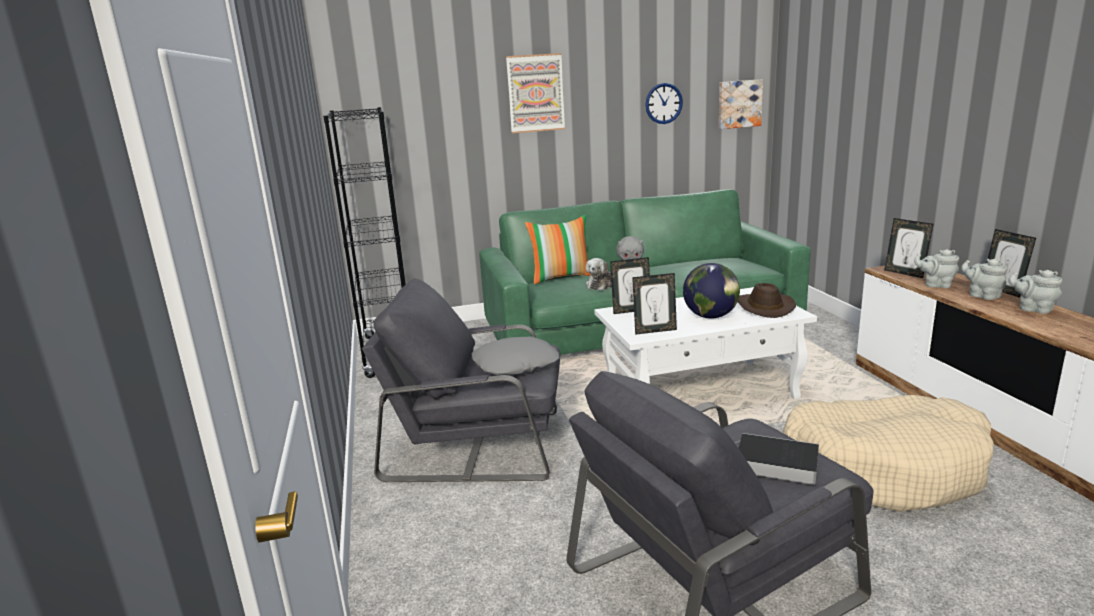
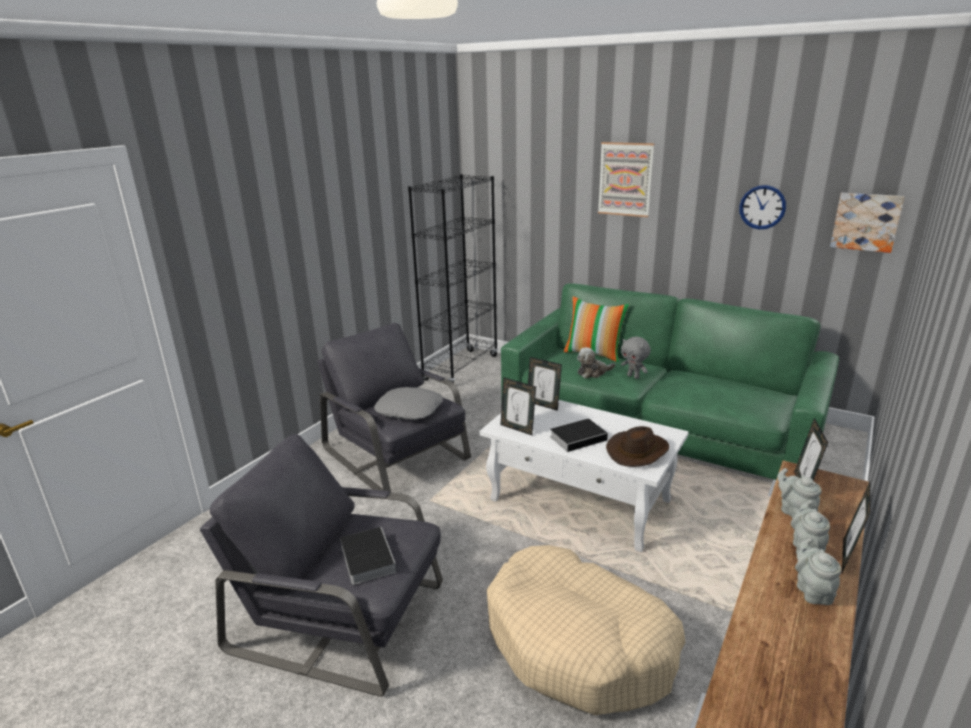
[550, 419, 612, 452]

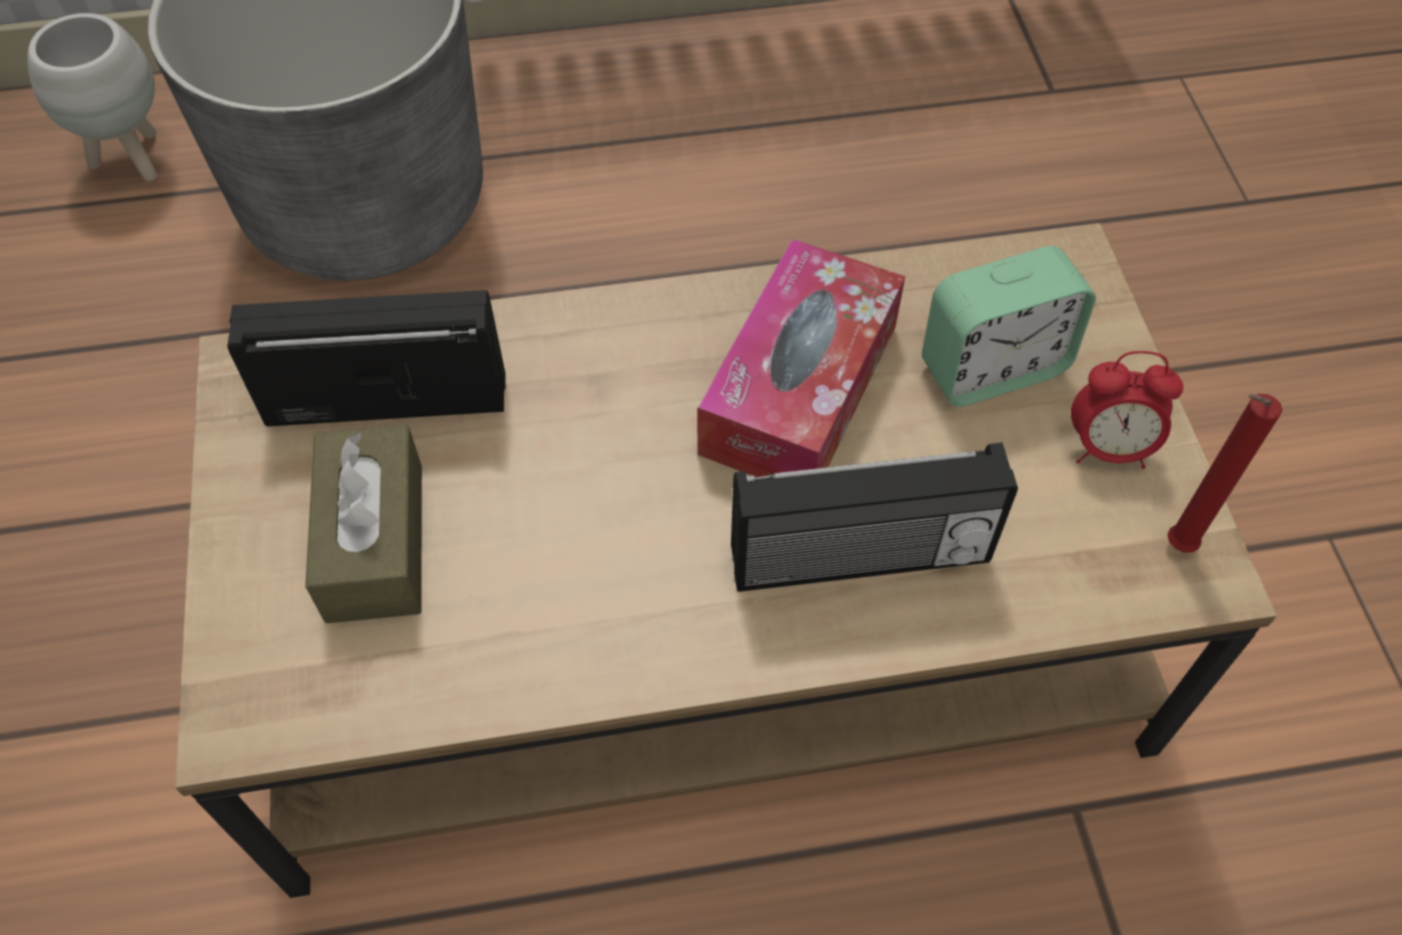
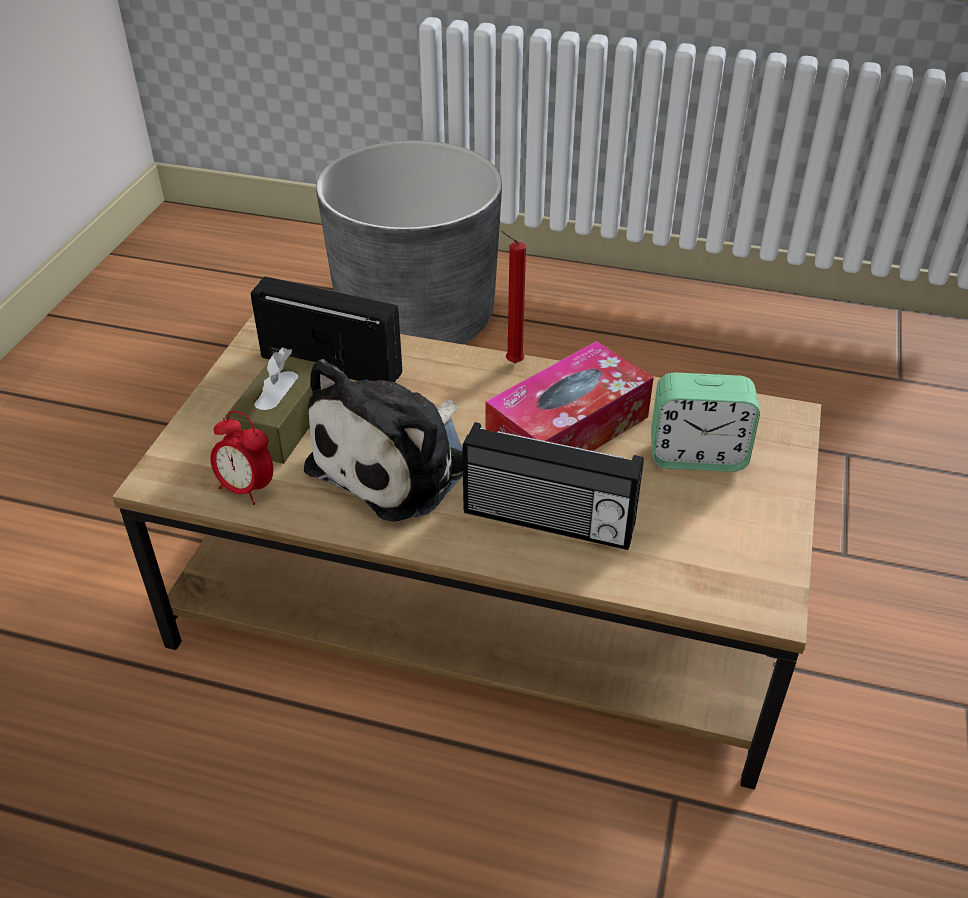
[27, 13, 157, 182] (first image)
[210, 410, 273, 505]
[501, 230, 526, 363]
[304, 359, 463, 522]

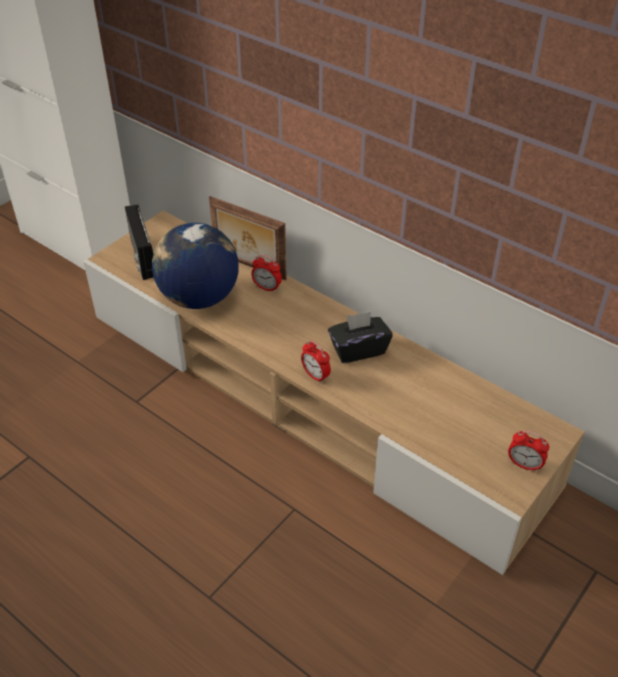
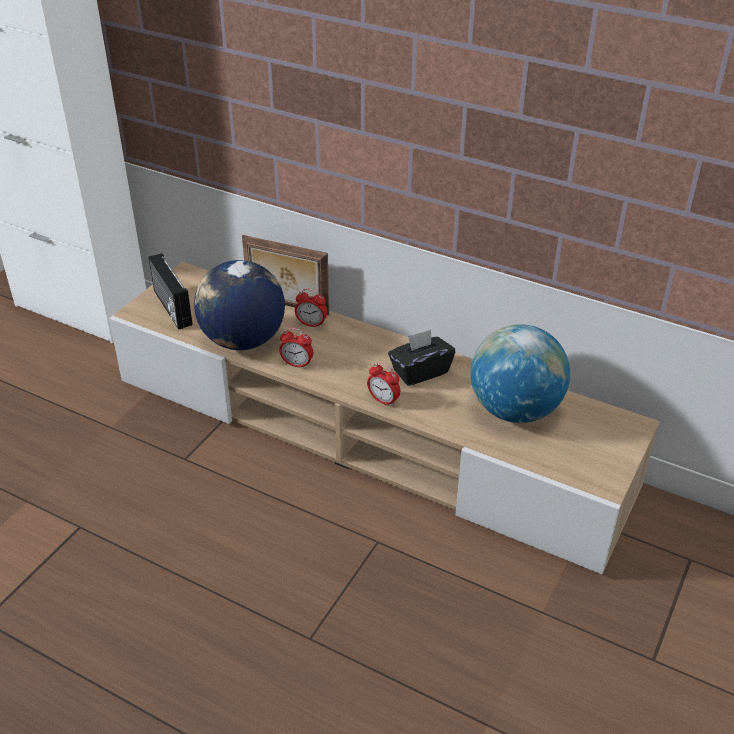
[279, 328, 313, 368]
[471, 324, 570, 423]

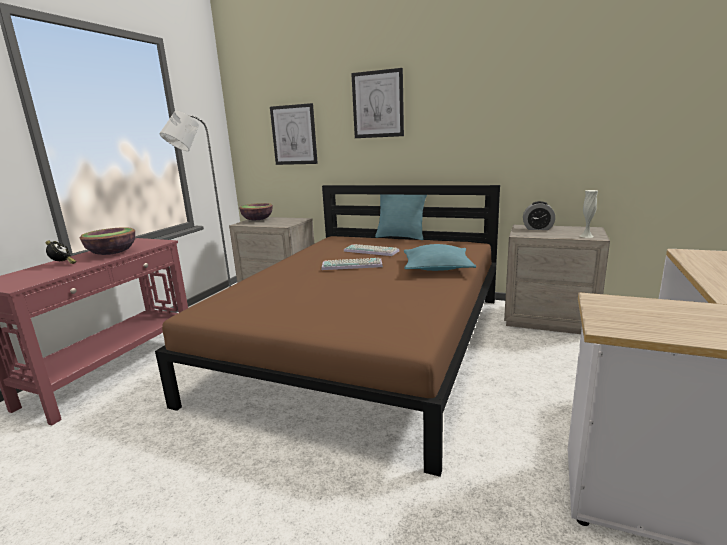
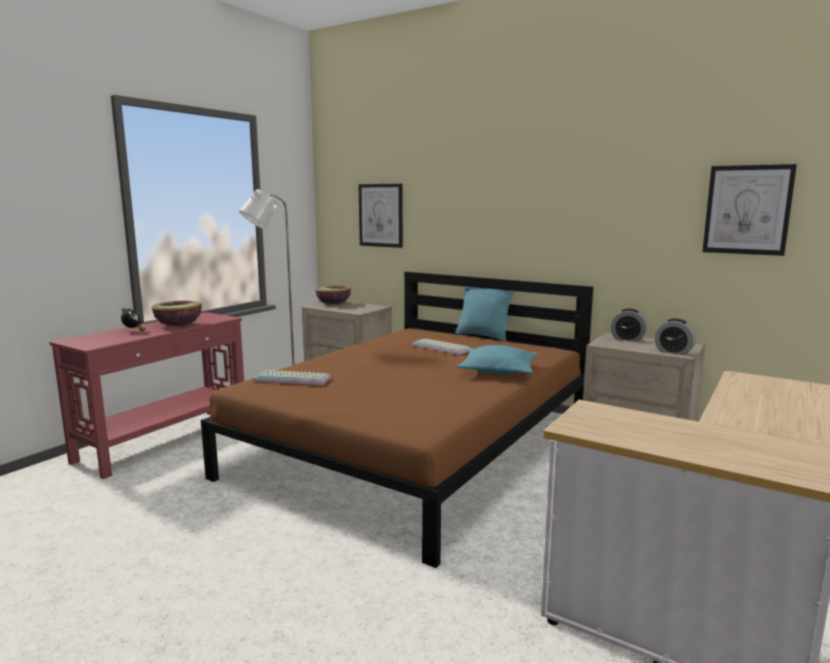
[702, 164, 797, 256]
[654, 318, 696, 355]
[254, 370, 331, 385]

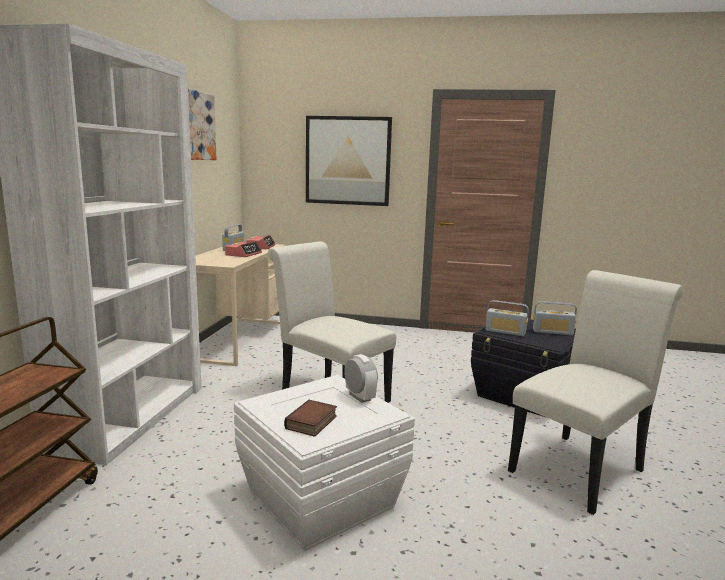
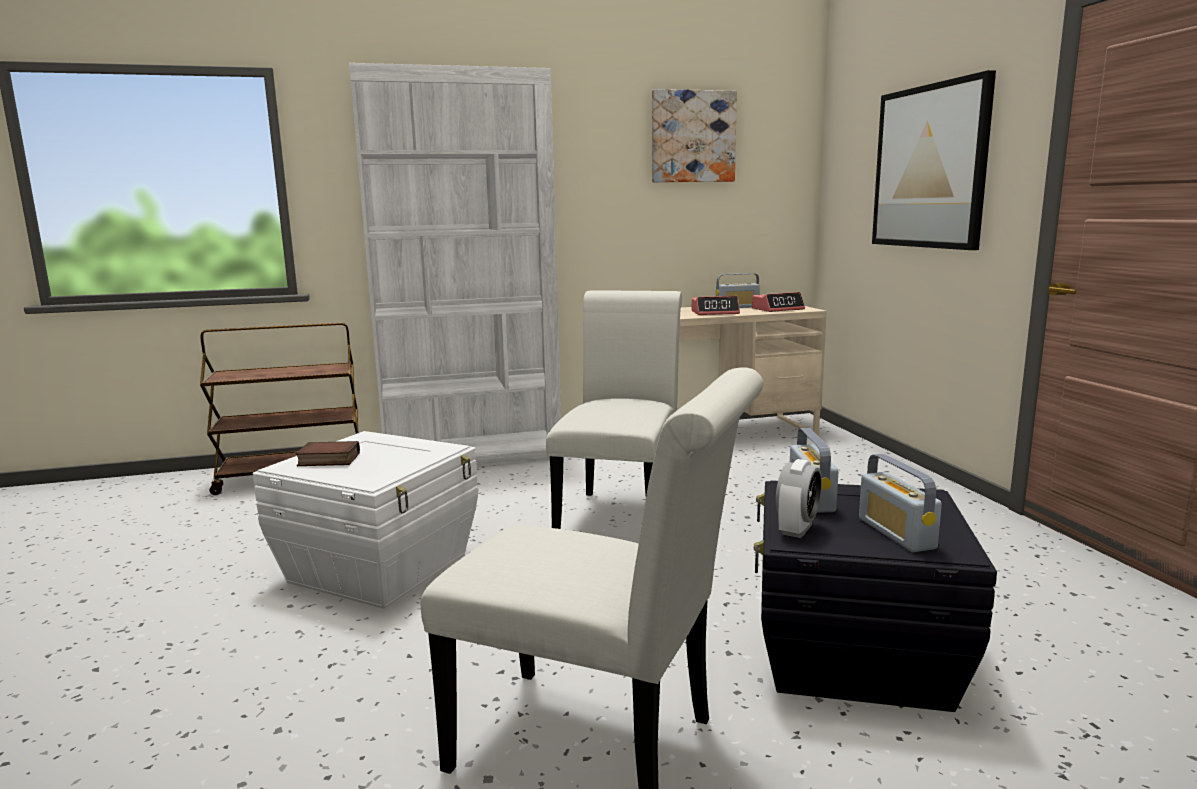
[776, 459, 822, 538]

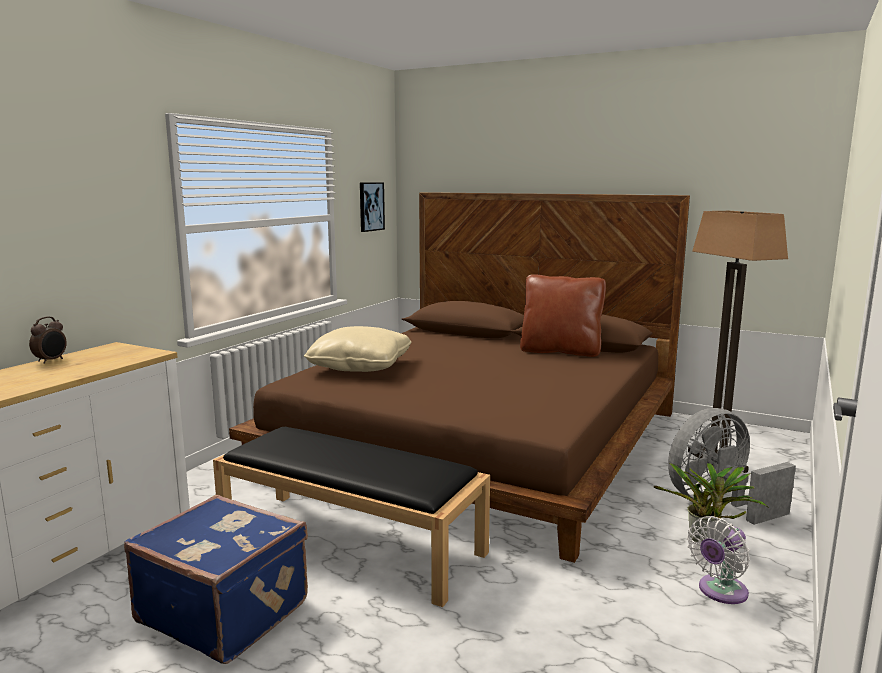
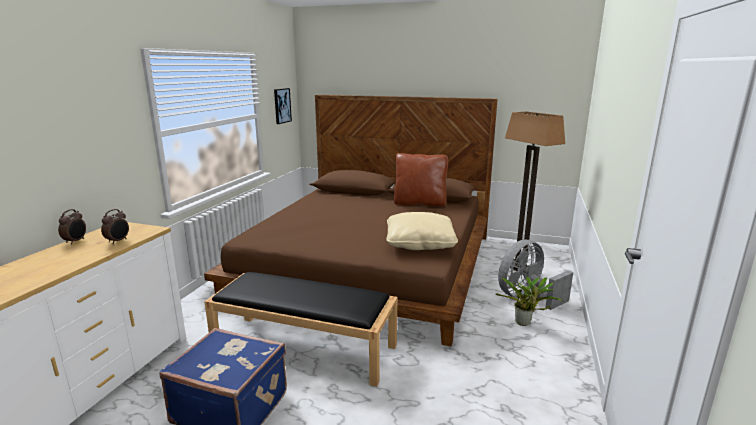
[386, 212, 458, 250]
[687, 516, 750, 604] (first image)
[101, 209, 129, 244]

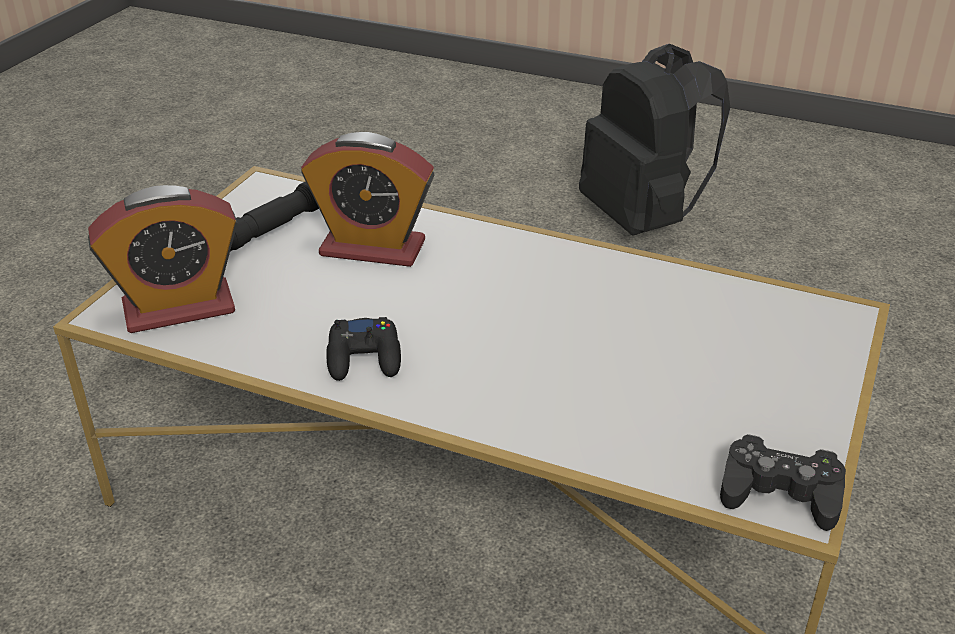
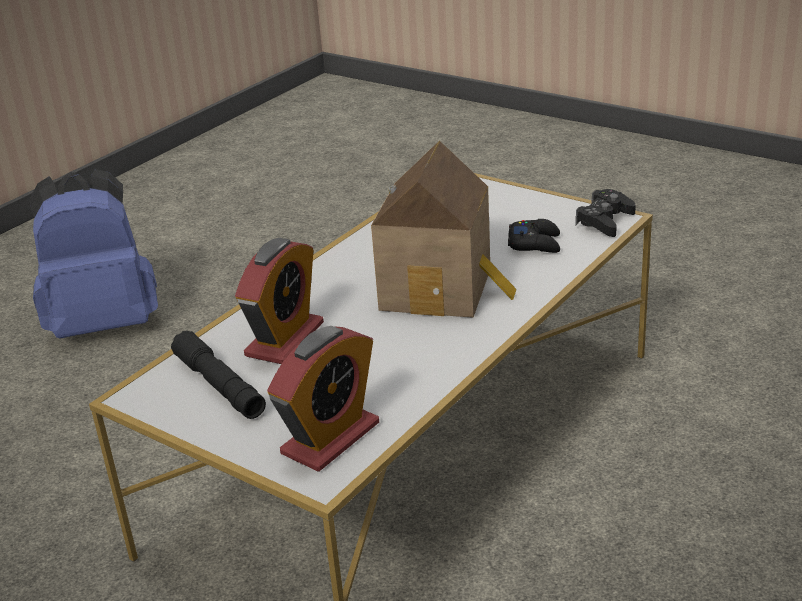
[29, 169, 158, 338]
[267, 326, 379, 472]
[508, 219, 560, 253]
[371, 140, 517, 318]

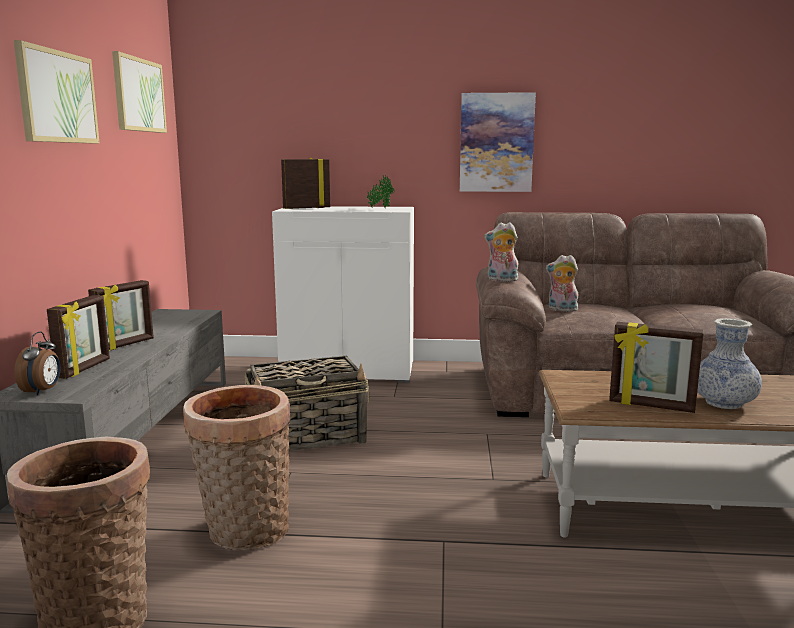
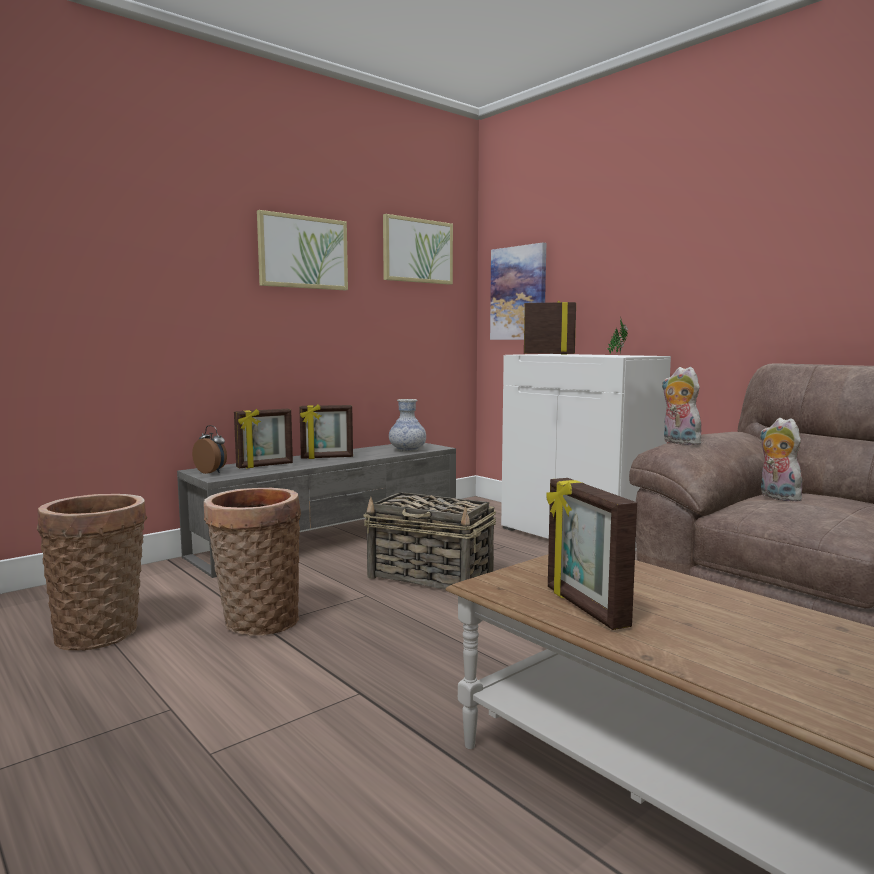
[490, 242, 546, 340]
[389, 399, 426, 452]
[192, 425, 227, 474]

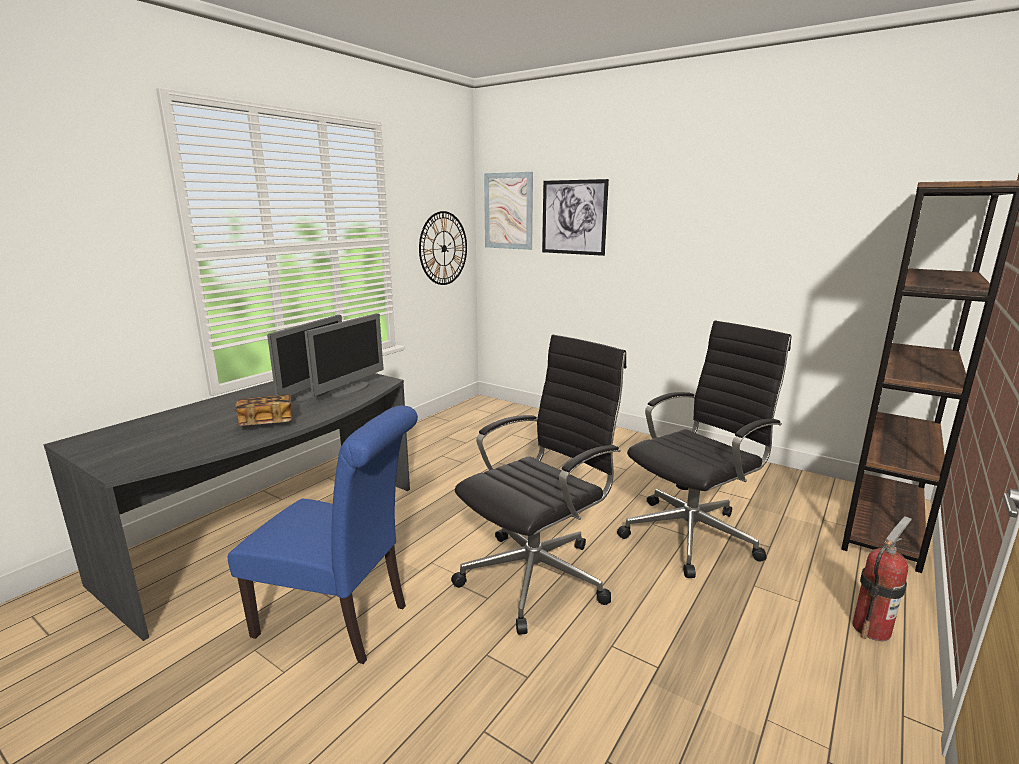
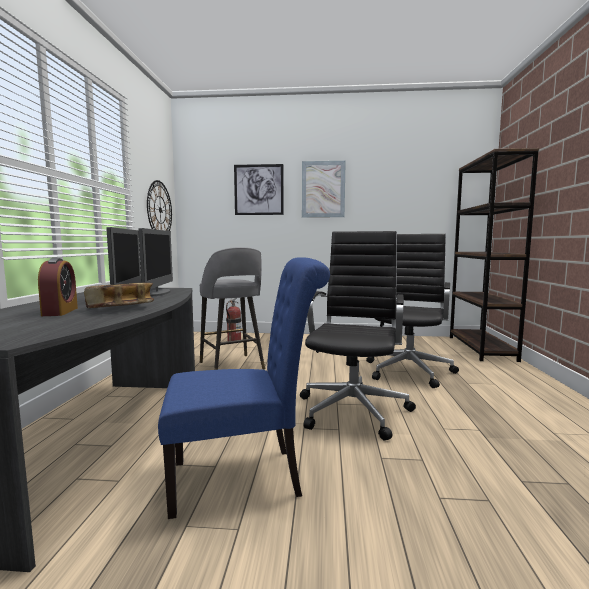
[302, 161, 346, 218]
[226, 298, 241, 341]
[200, 247, 265, 370]
[38, 258, 78, 316]

